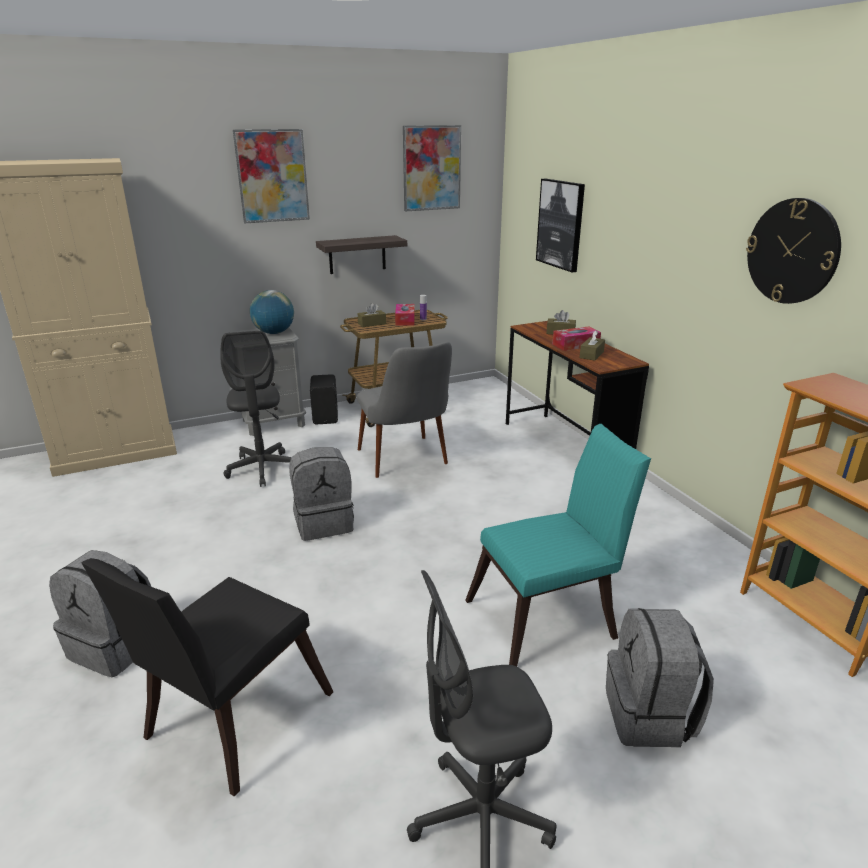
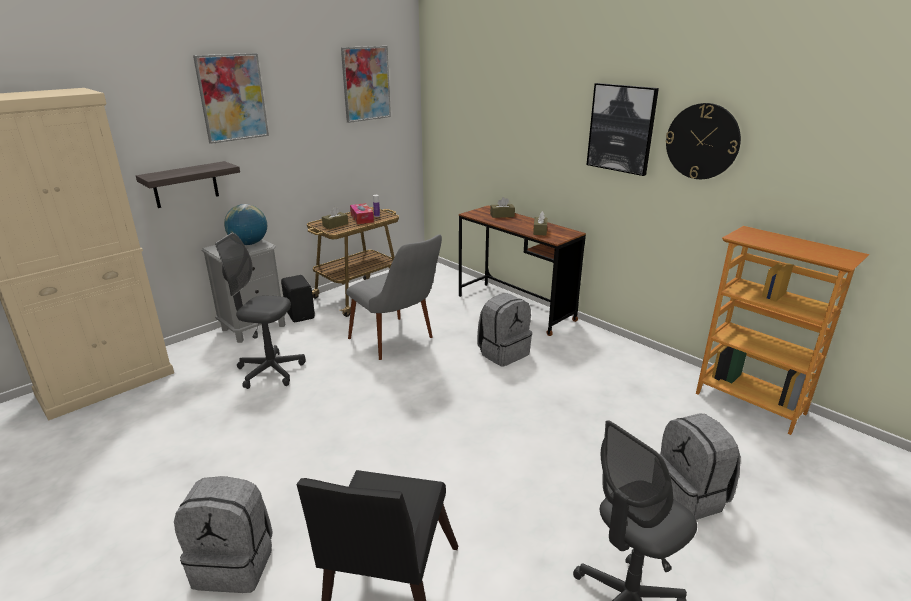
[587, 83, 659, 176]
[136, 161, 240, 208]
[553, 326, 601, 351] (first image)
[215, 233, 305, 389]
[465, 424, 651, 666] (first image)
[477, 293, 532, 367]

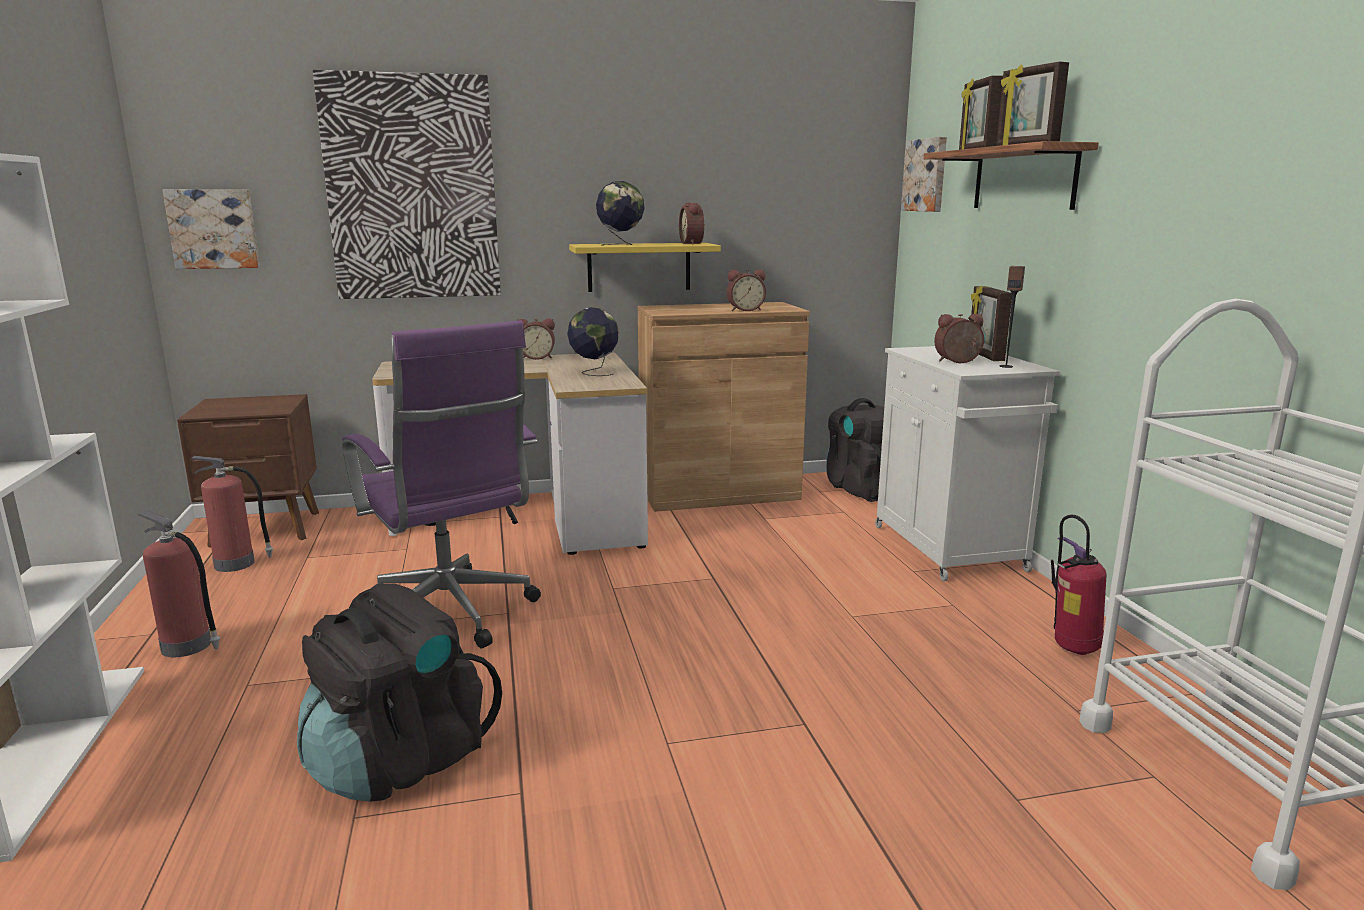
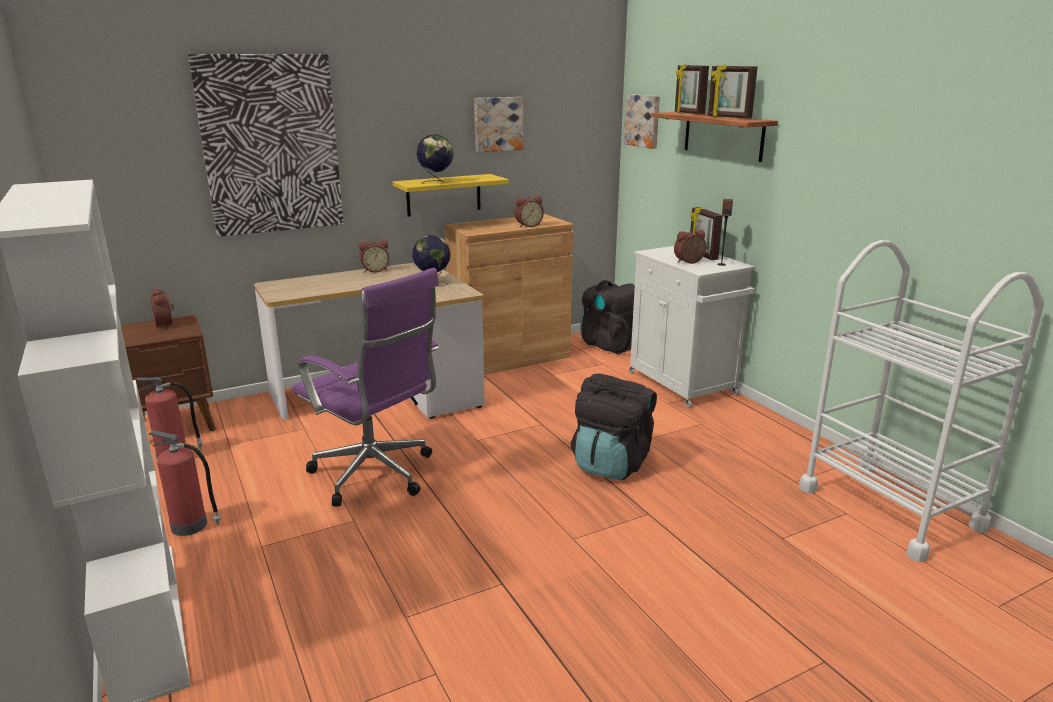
[474, 97, 523, 152]
[150, 289, 174, 329]
[1051, 515, 1106, 655] (first image)
[571, 373, 657, 480]

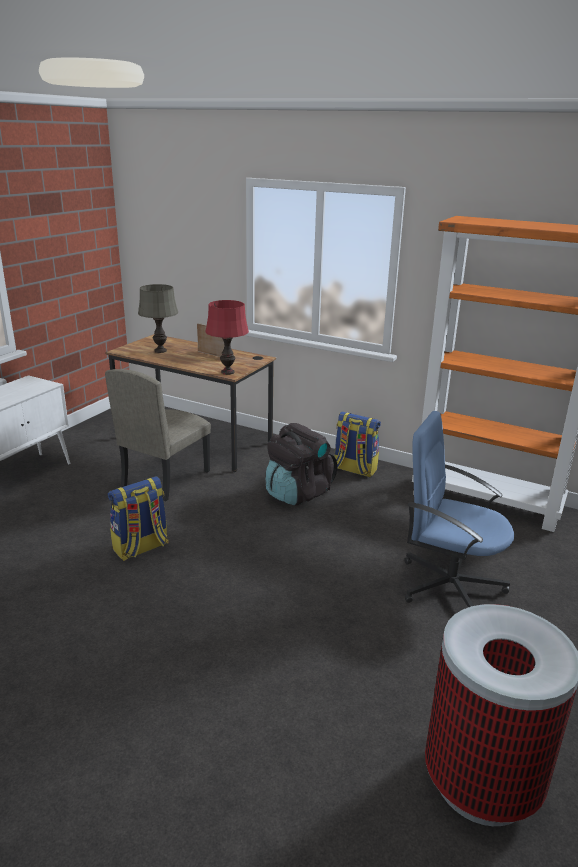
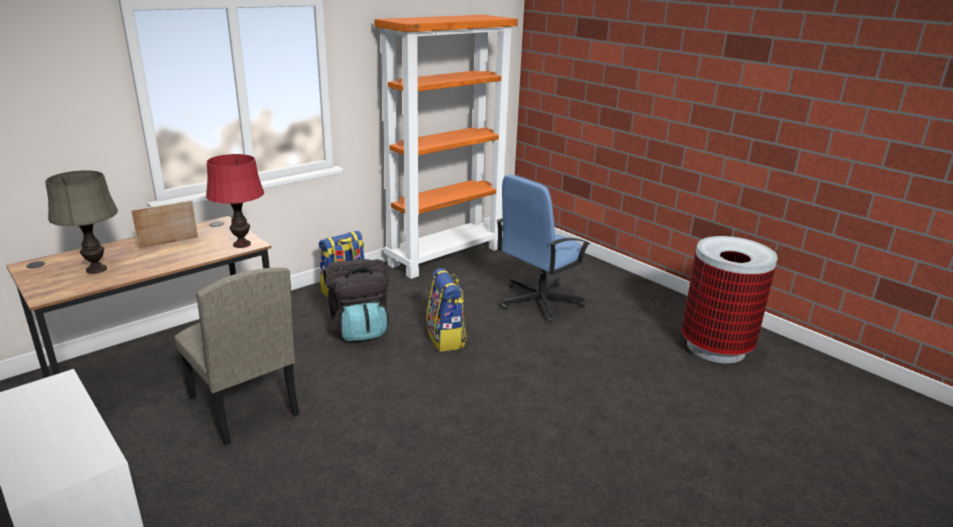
[426, 268, 467, 352]

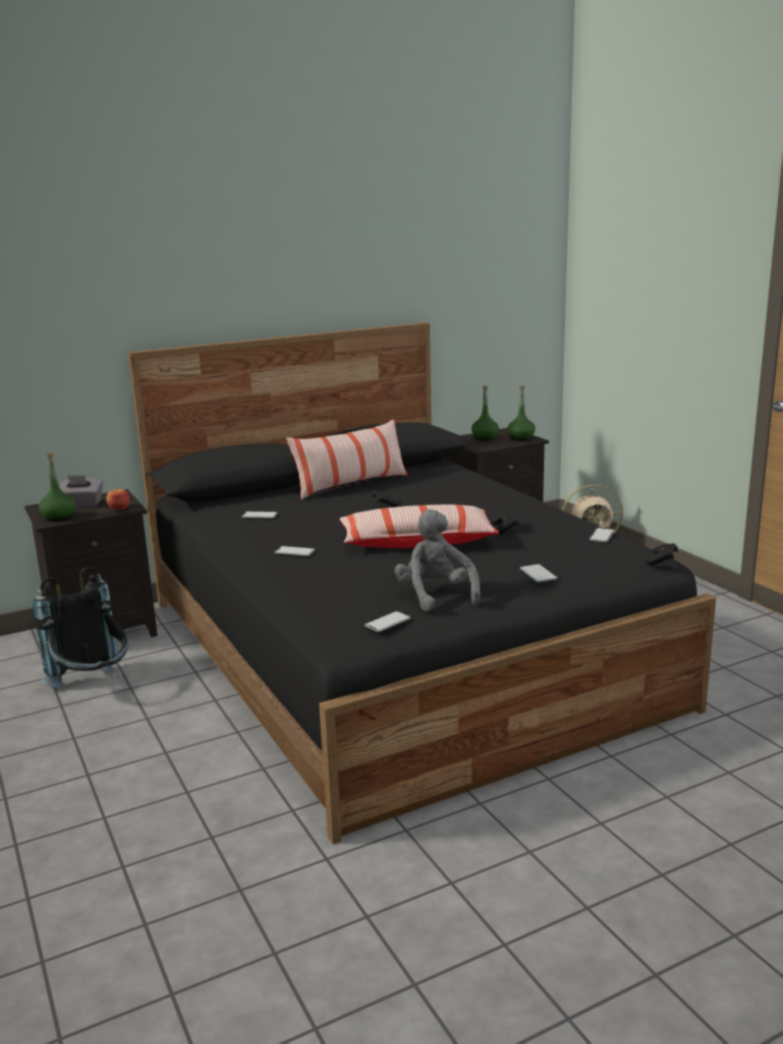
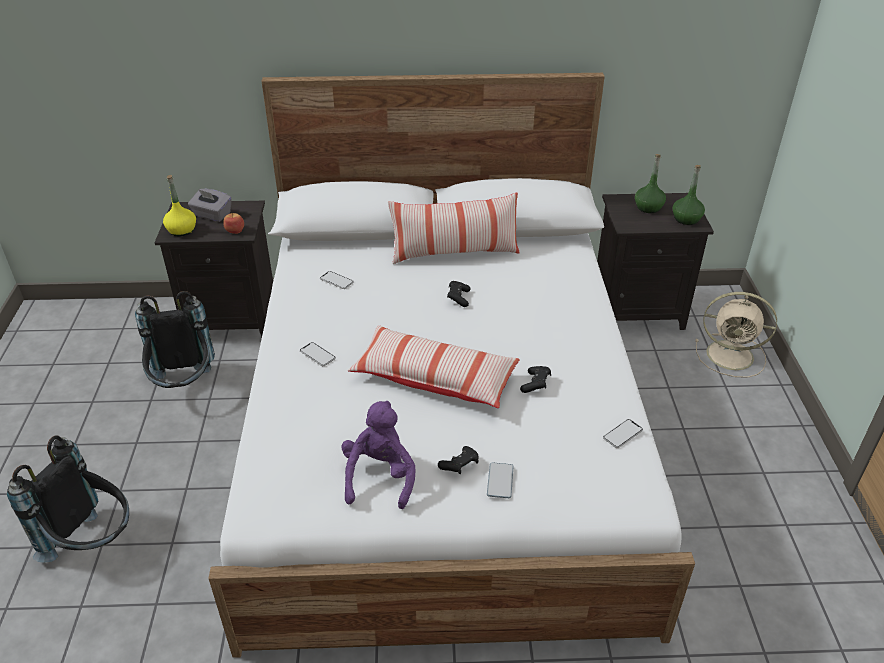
[208, 73, 695, 658]
[163, 175, 196, 236]
[341, 401, 416, 509]
[438, 446, 479, 474]
[364, 611, 411, 632] (first image)
[7, 435, 129, 563]

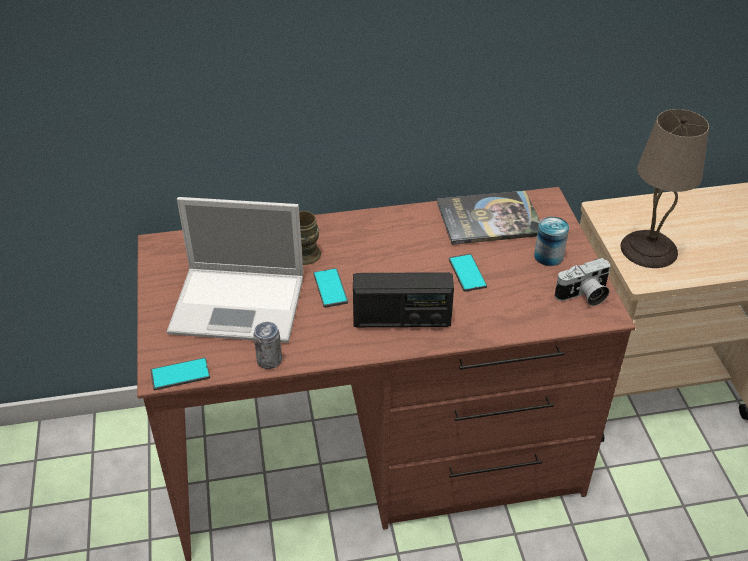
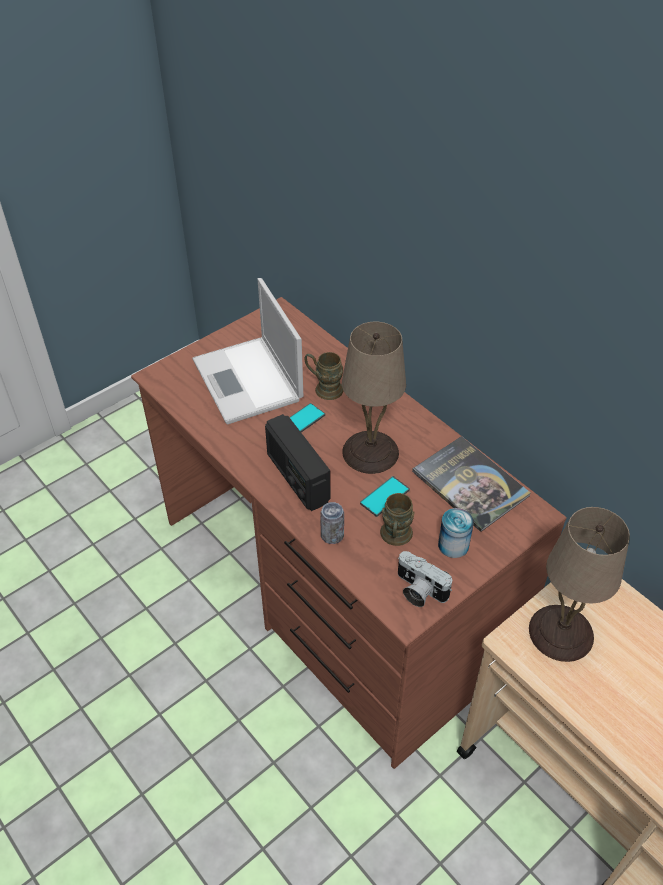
[320, 502, 344, 544]
[150, 358, 210, 390] (first image)
[342, 322, 406, 474]
[380, 493, 414, 546]

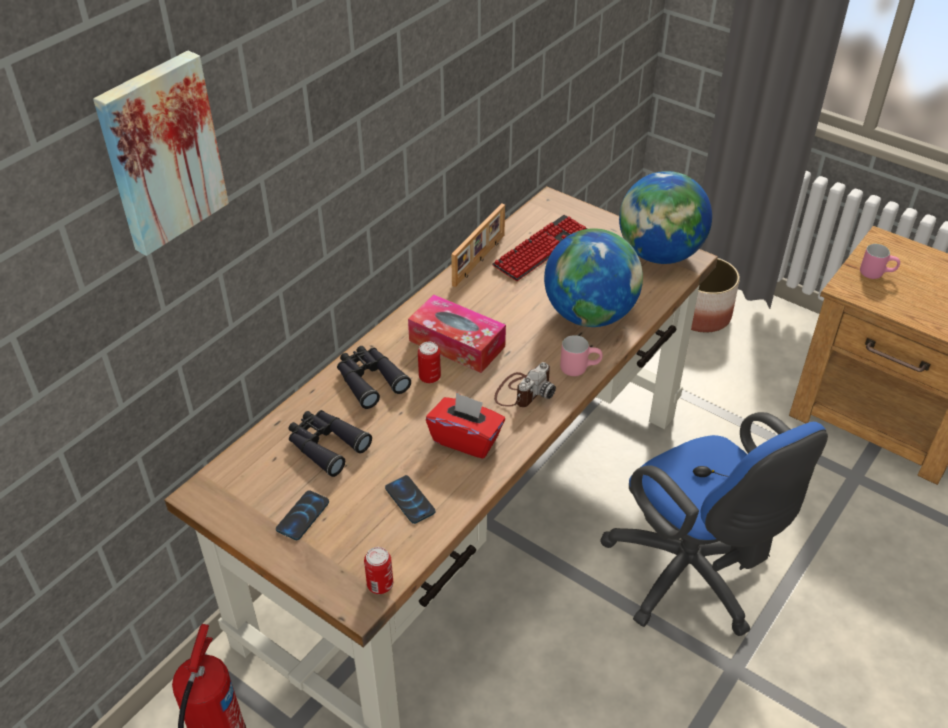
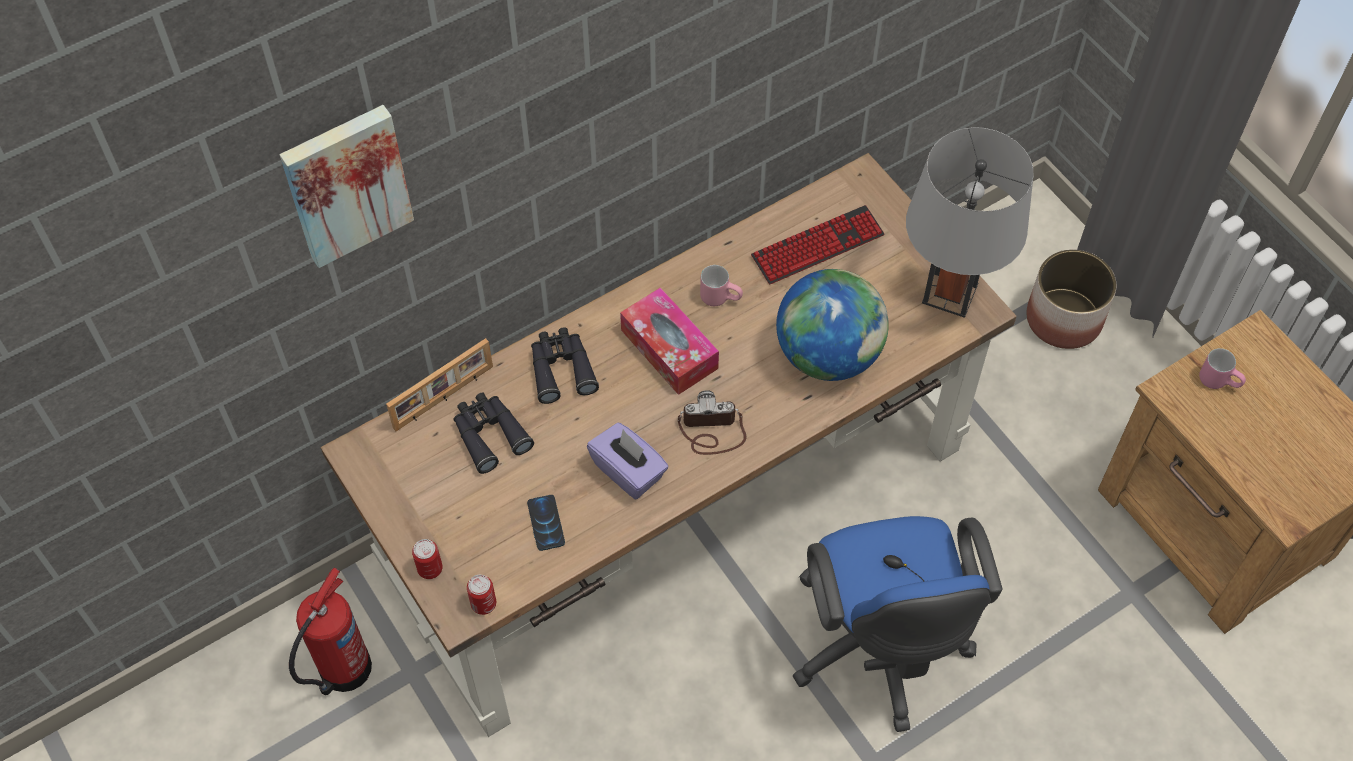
[906, 127, 1034, 318]
[386, 338, 493, 431]
[700, 265, 743, 306]
[412, 539, 442, 579]
[678, 390, 746, 455]
[587, 423, 669, 500]
[276, 490, 329, 540] (first image)

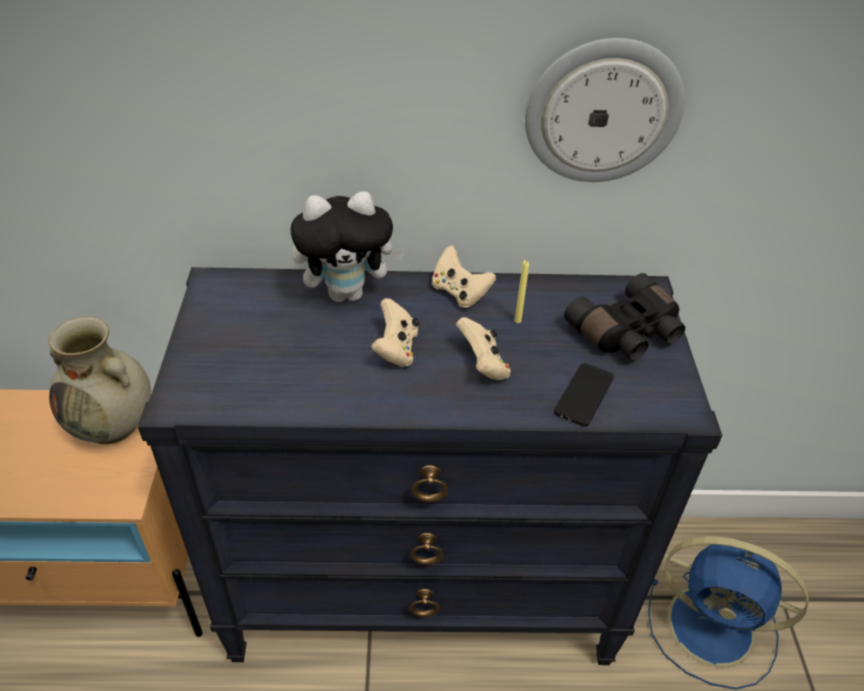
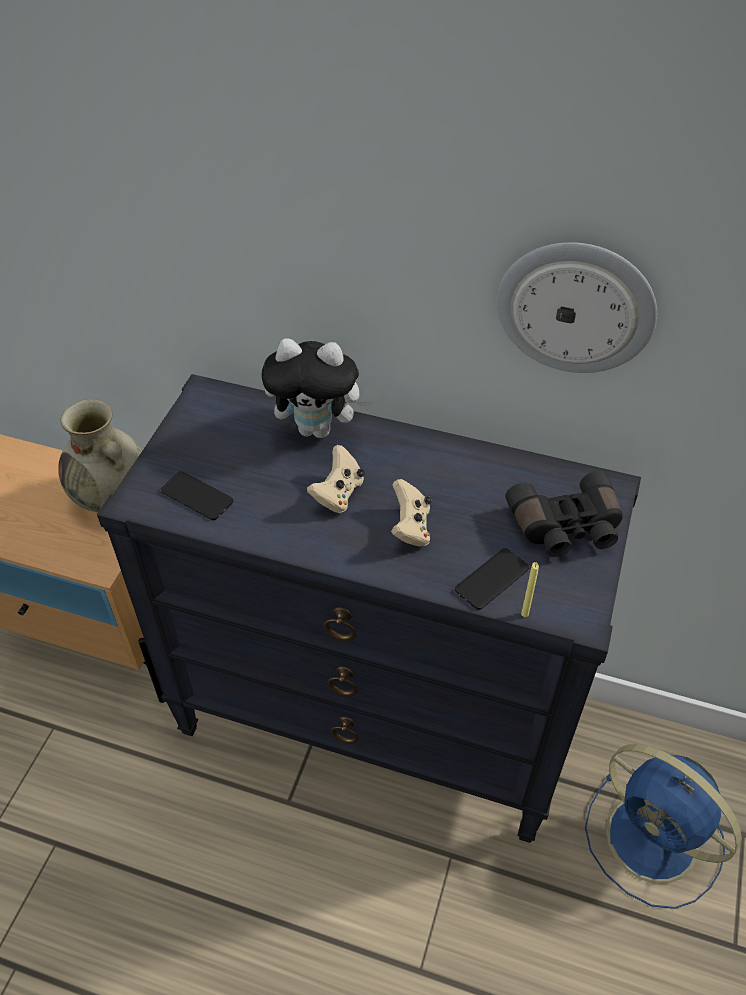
[432, 245, 496, 308] (first image)
[521, 562, 539, 617]
[161, 471, 233, 520]

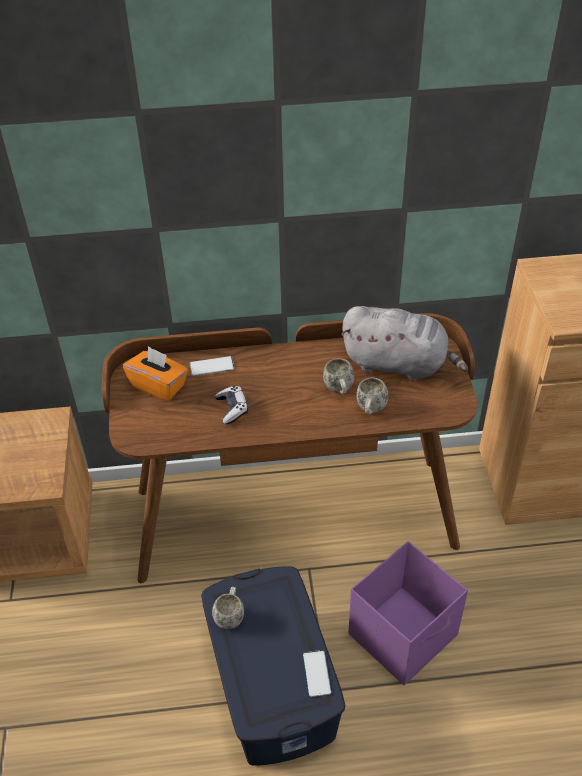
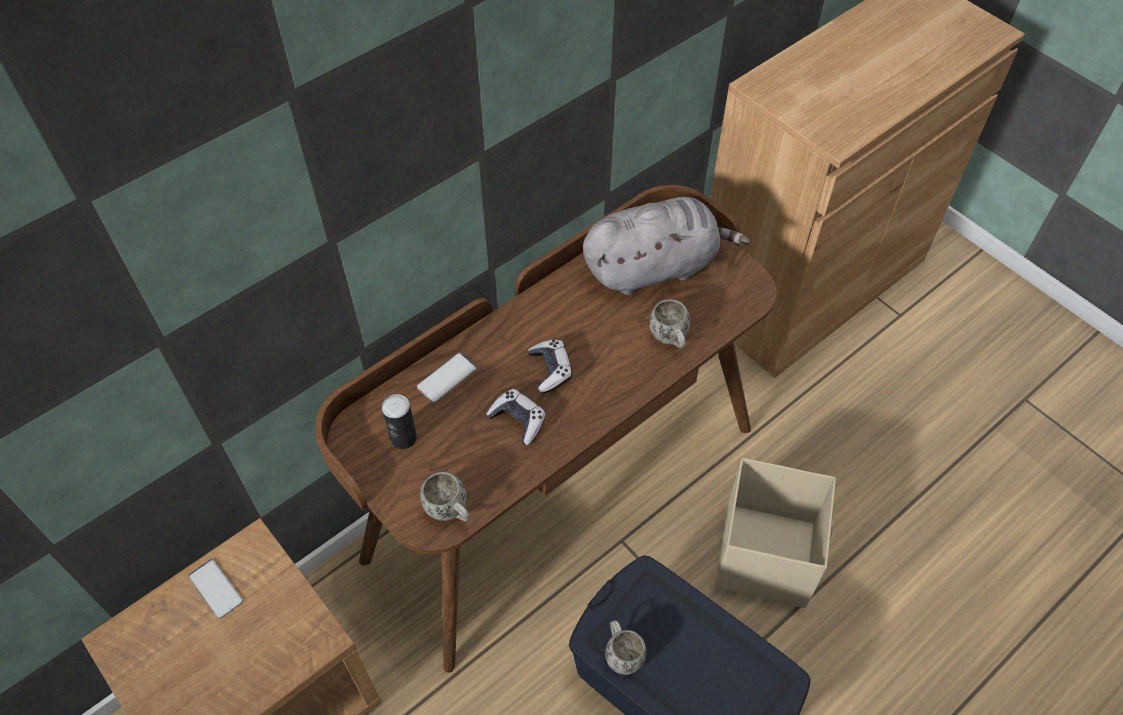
[382, 394, 417, 449]
[420, 472, 470, 522]
[714, 458, 836, 608]
[188, 559, 243, 619]
[528, 339, 572, 393]

